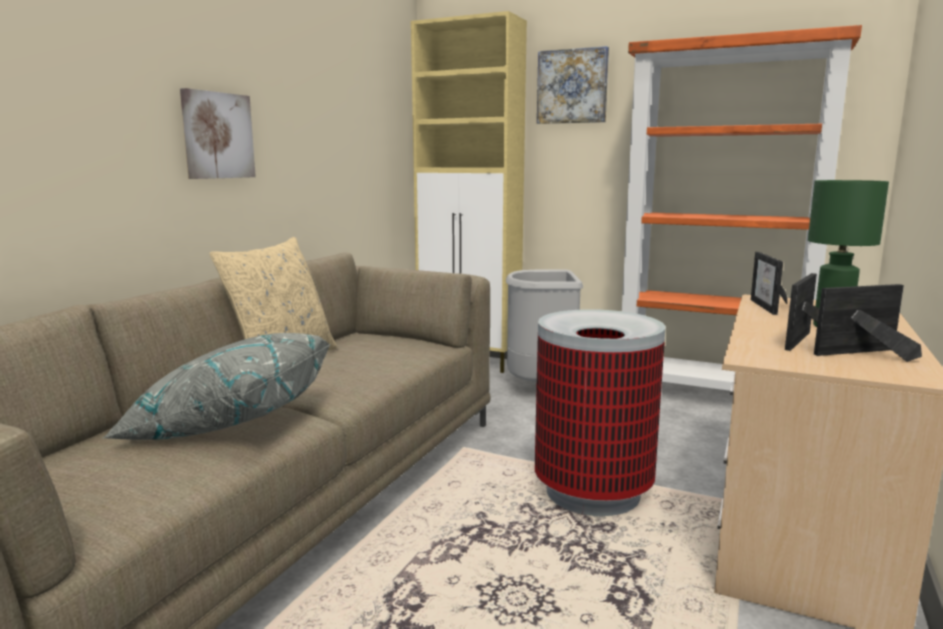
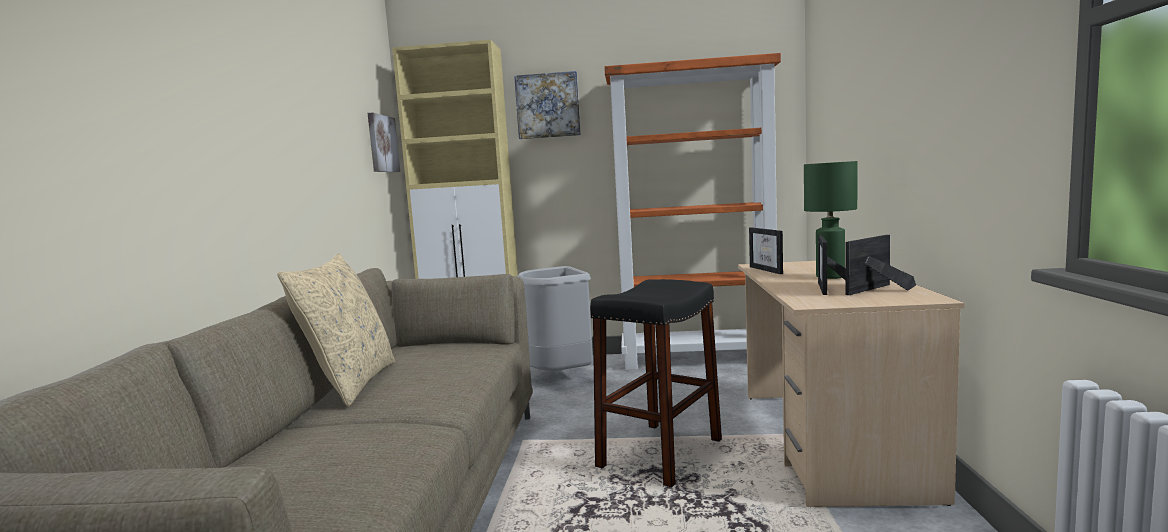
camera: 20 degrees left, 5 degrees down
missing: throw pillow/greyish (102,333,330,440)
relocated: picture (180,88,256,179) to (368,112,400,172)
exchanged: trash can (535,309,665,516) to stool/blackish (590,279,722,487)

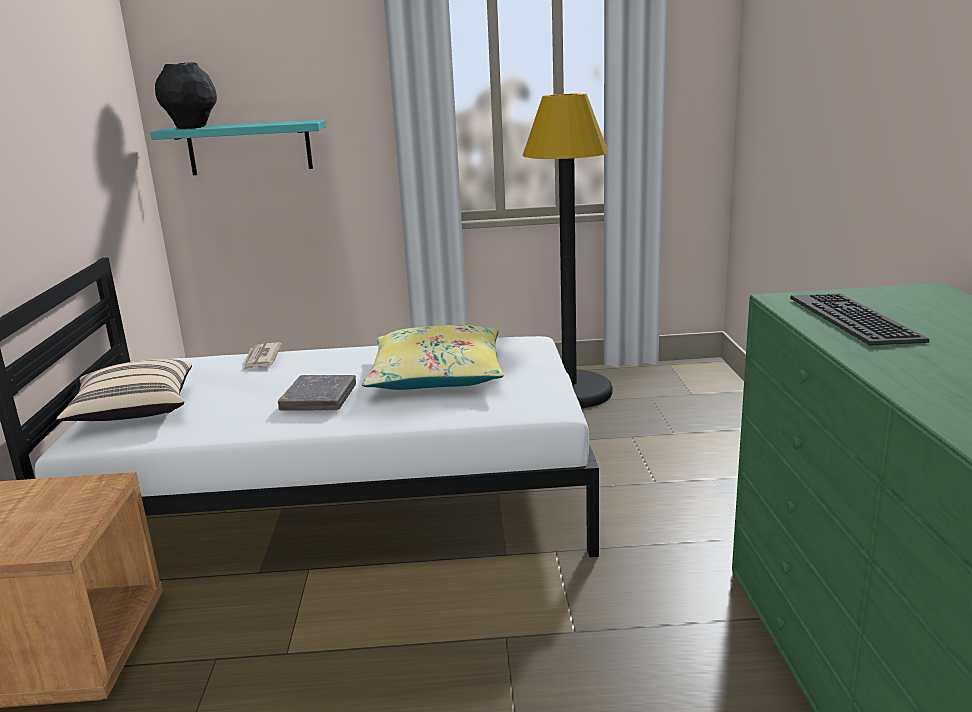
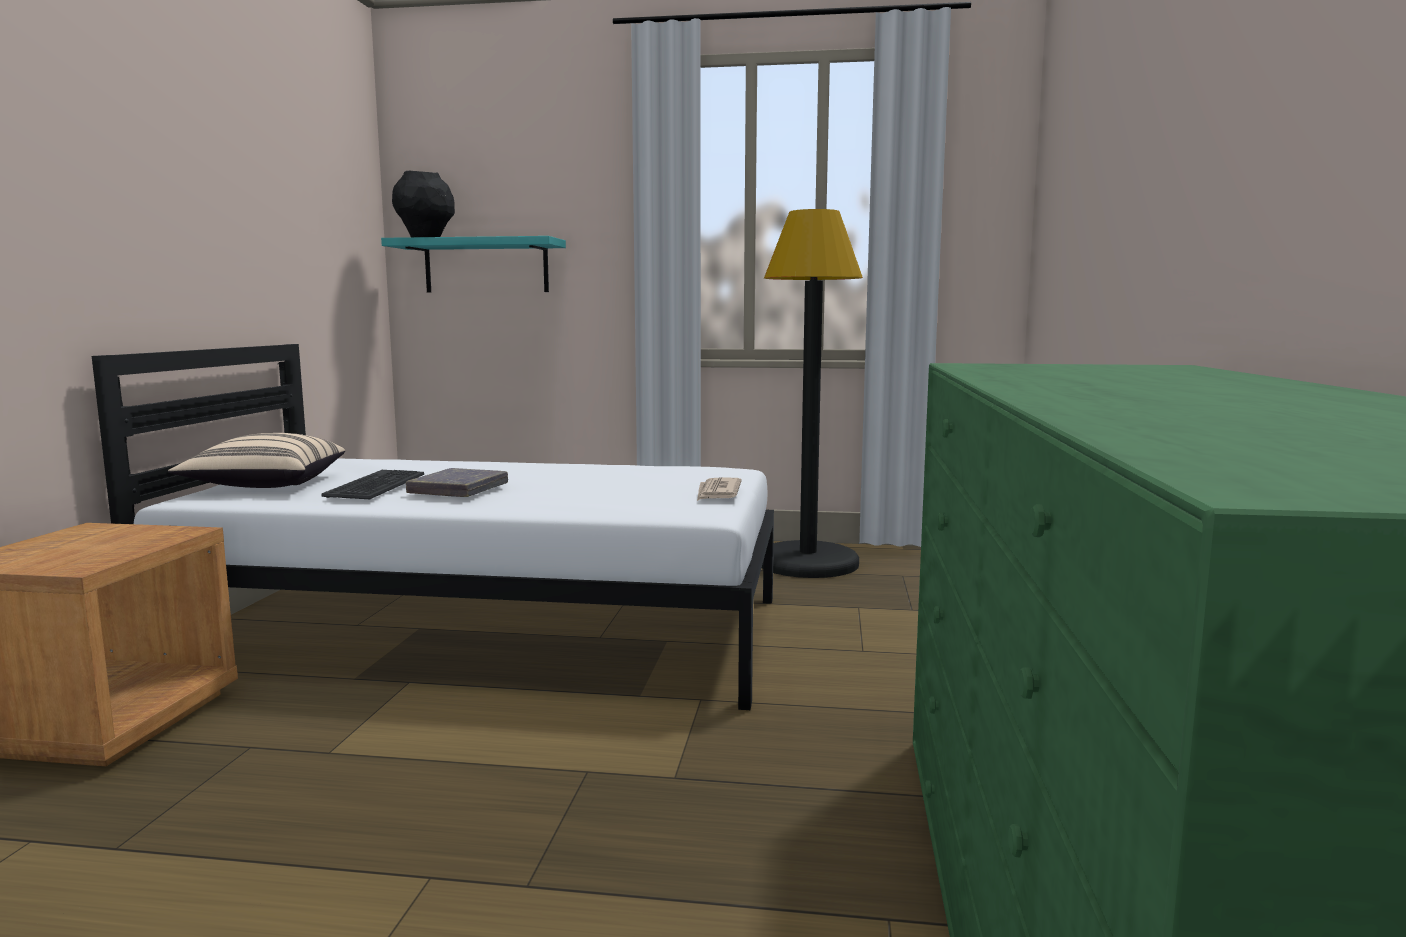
camera: 10 degrees right, 10 degrees down
missing: throw pillow/yellowish (362,325,504,390)
relocated: newspaper (244,342,282,370) to (697,477,742,501); keyboard (790,293,929,346) to (321,470,424,499)

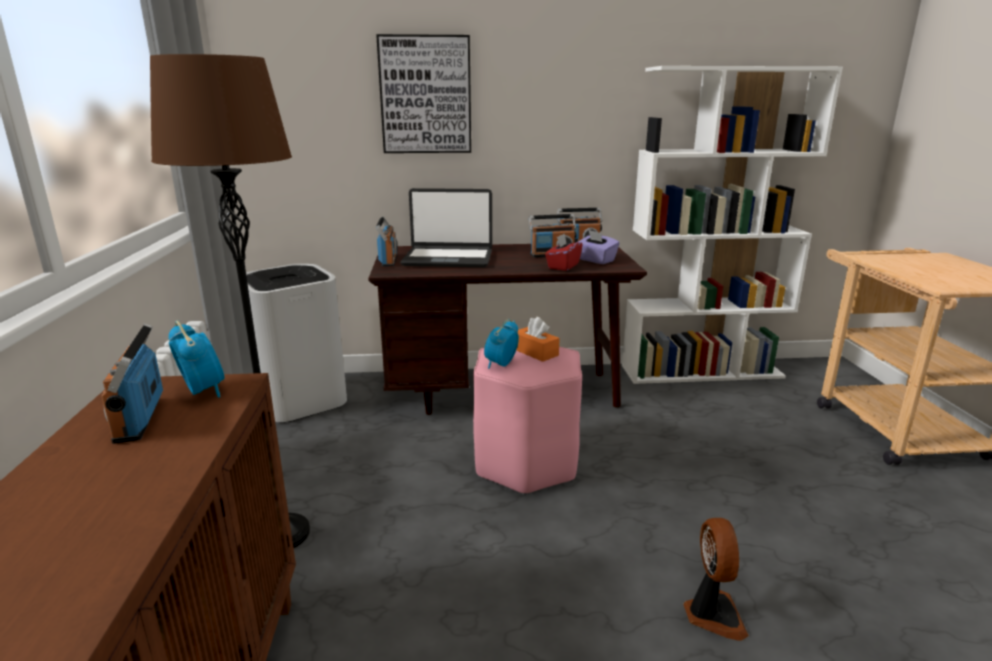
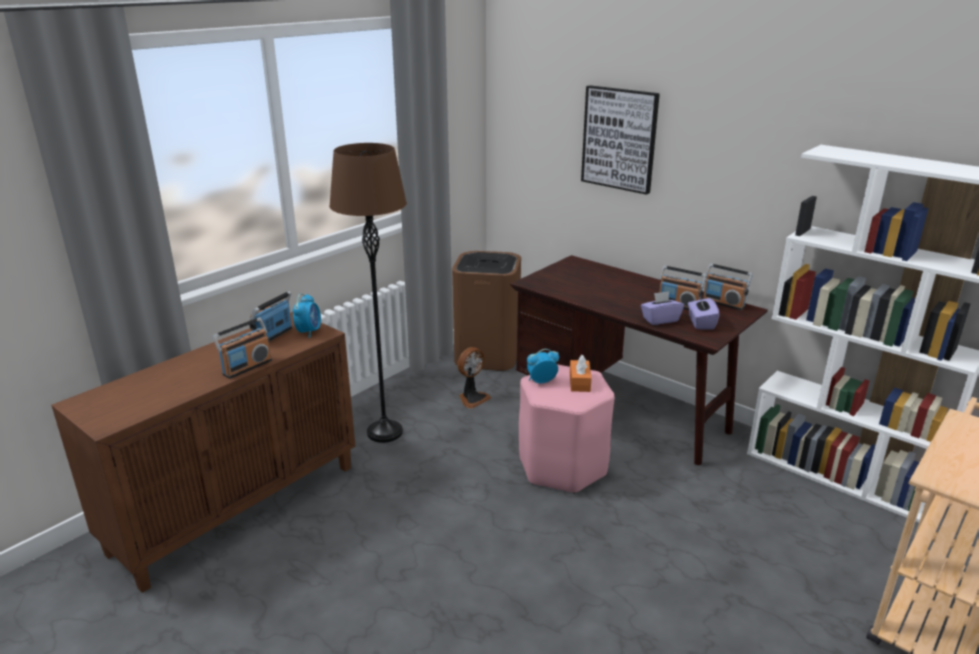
camera: 45 degrees right, 5 degrees up
missing: laptop (400,188,492,267)
relocated: radio (376,217,398,267) to (212,317,272,379); fan (683,518,749,641) to (457,347,491,409)
colour: trash can/white (246,264,347,423) to trash can/brown (452,251,521,371); tissue holder/red-coloured (545,234,583,271) to tissue holder/purple-coloured (641,291,684,325)

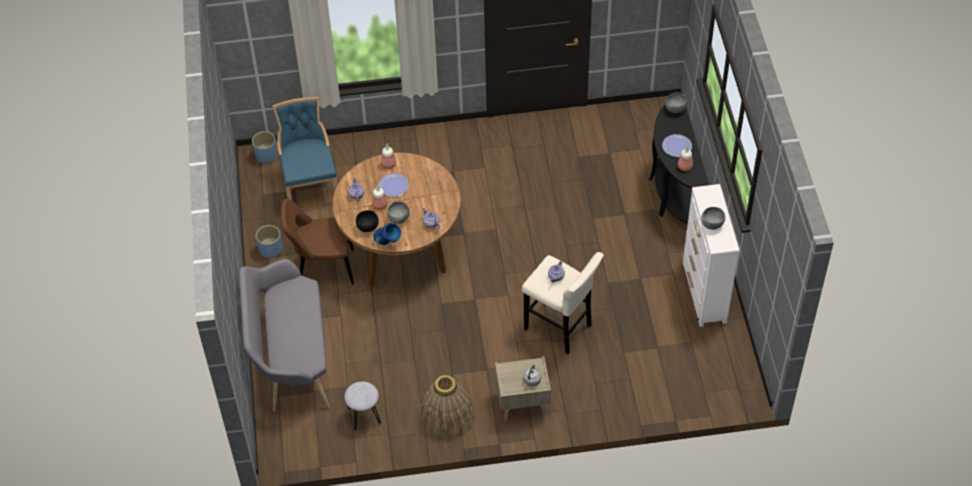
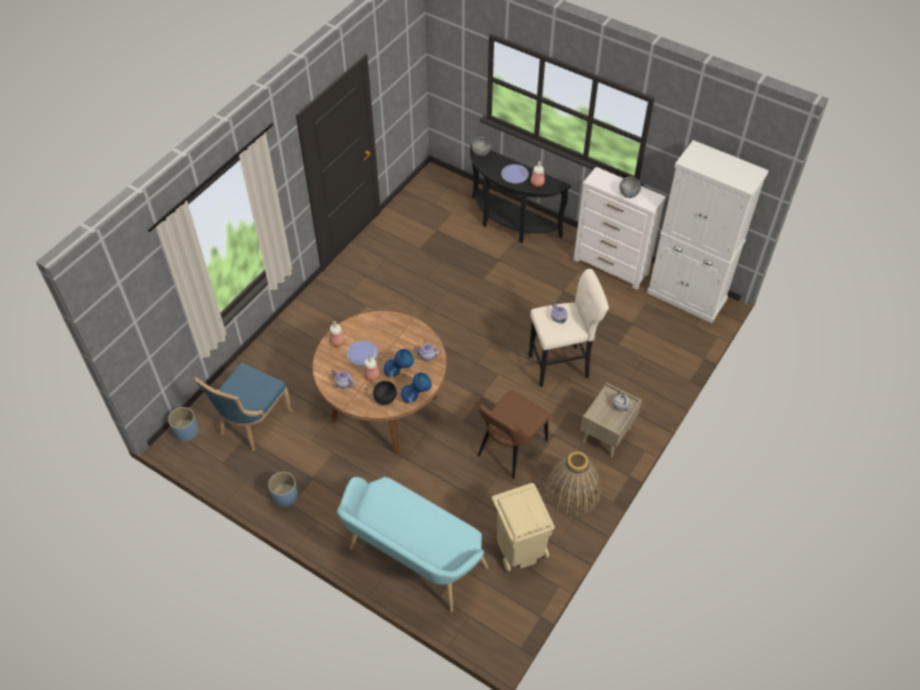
camera: 50 degrees left, 0 degrees up
appeared: cabinet/white (647,140,769,323)
relocated: chair/brown (281,199,354,285) to (478,390,549,479)
exchanged: stool/greyish (344,381,381,431) to trash can/sand-coloured (492,483,555,572); serving bowl/greyish (387,201,410,224) to vase/blue (384,349,414,377)
colour: long seat/greyish (239,259,330,412) to long seat/blue-green (337,477,489,612)
spun: chair/blue (273,97,338,200) = (194,362,293,451) 90 degrees counterclockwise

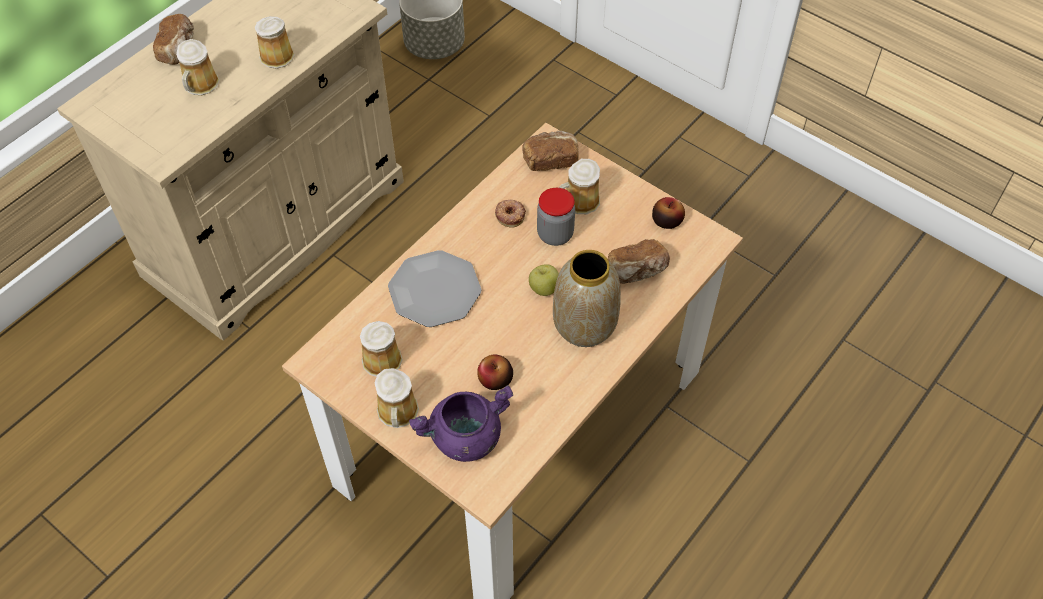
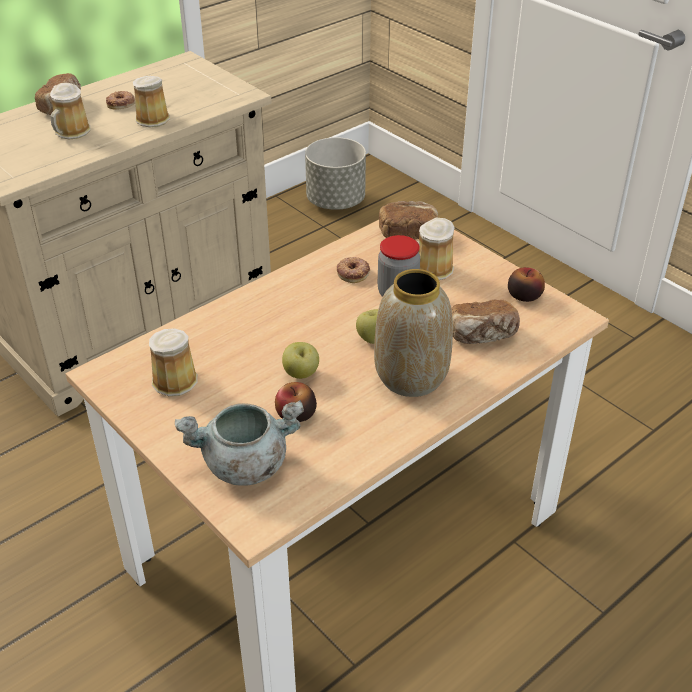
camera: 10 degrees right, 15 degrees down
missing: tea mug (374,368,419,428); dinner plate (388,250,481,327)
appeared: ring doughnut (106,91,135,110); apple fruit (282,342,319,379)
colour: saucepot/purple-coloured (409,385,513,462) to saucepot/greyish (175,400,304,486)

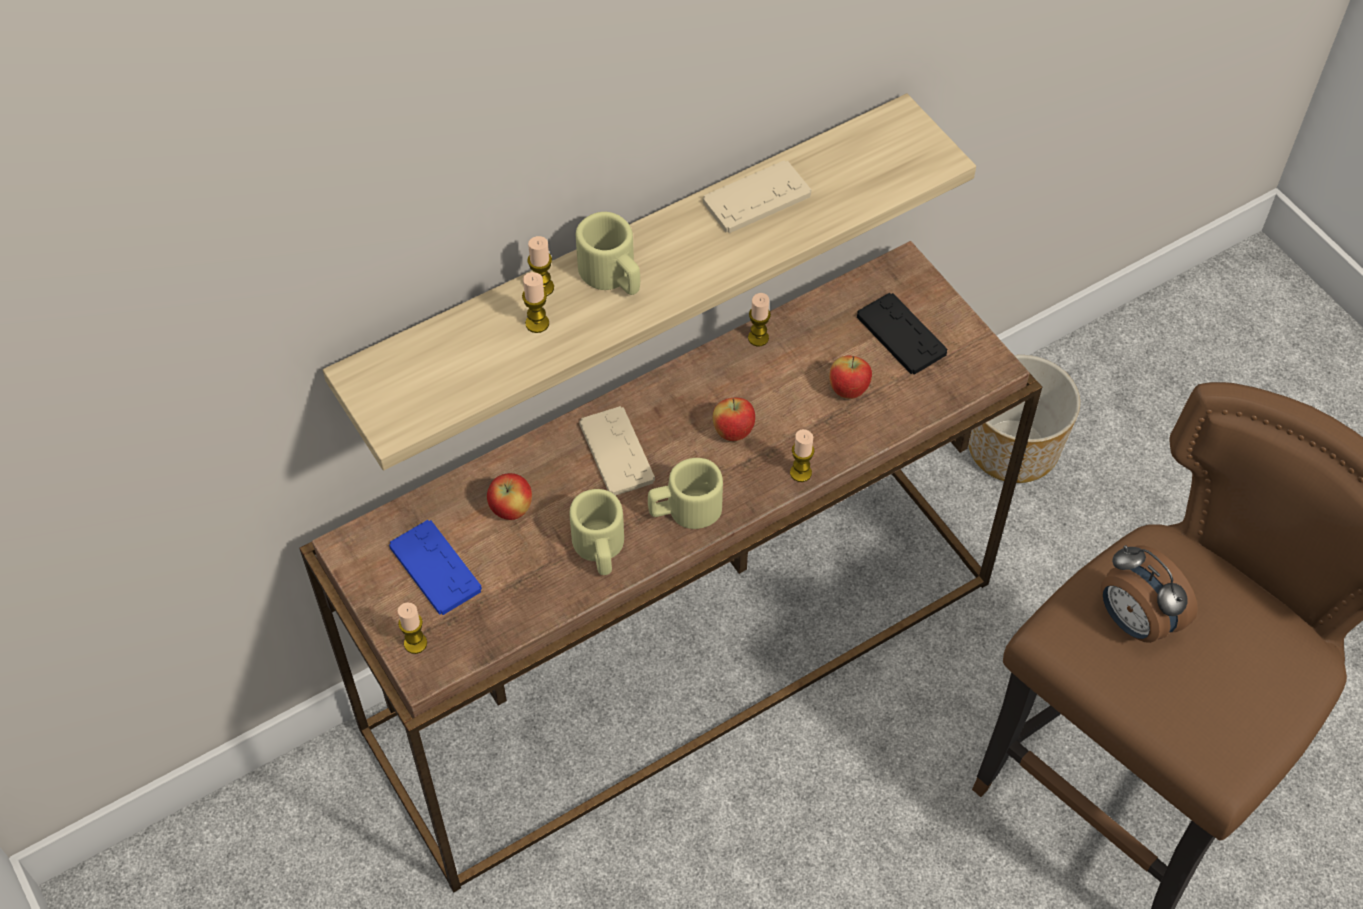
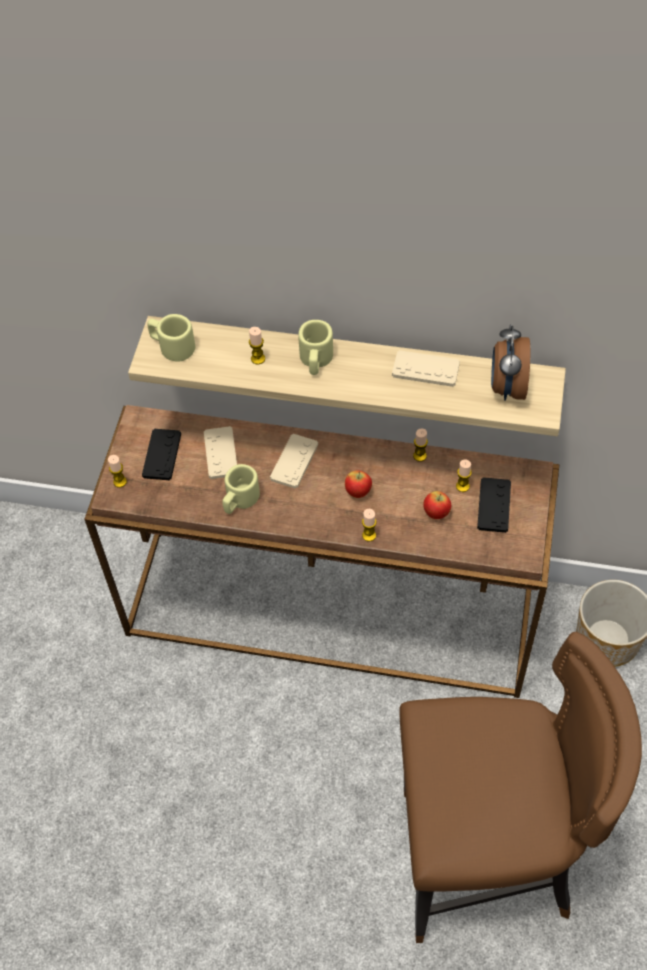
camera: 45 degrees right, 0 degrees up
relocated: wax light (527,236,554,296) to (456,460,472,492); tea mug/sand-coloured (648,458,723,529) to (147,314,195,362); table clock (1101,545,1198,643) to (491,324,530,401)
exchanged: apple fruit (487,473,532,520) to gamepad/sand-coloured (204,426,237,479)
colour: gamepad/blue (389,520,482,615) to gamepad/blackish (142,429,181,480)

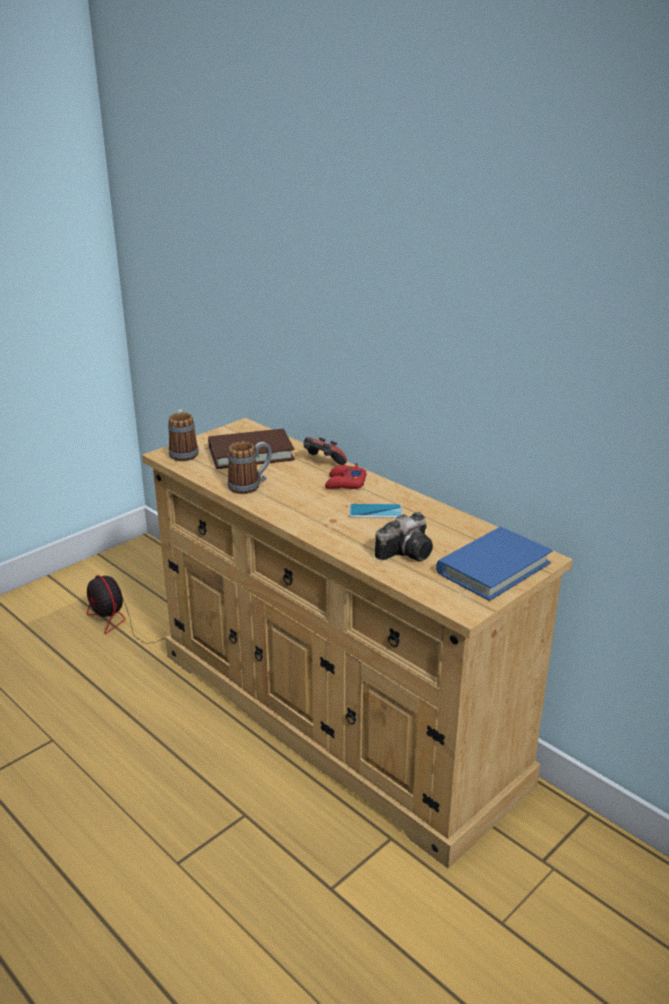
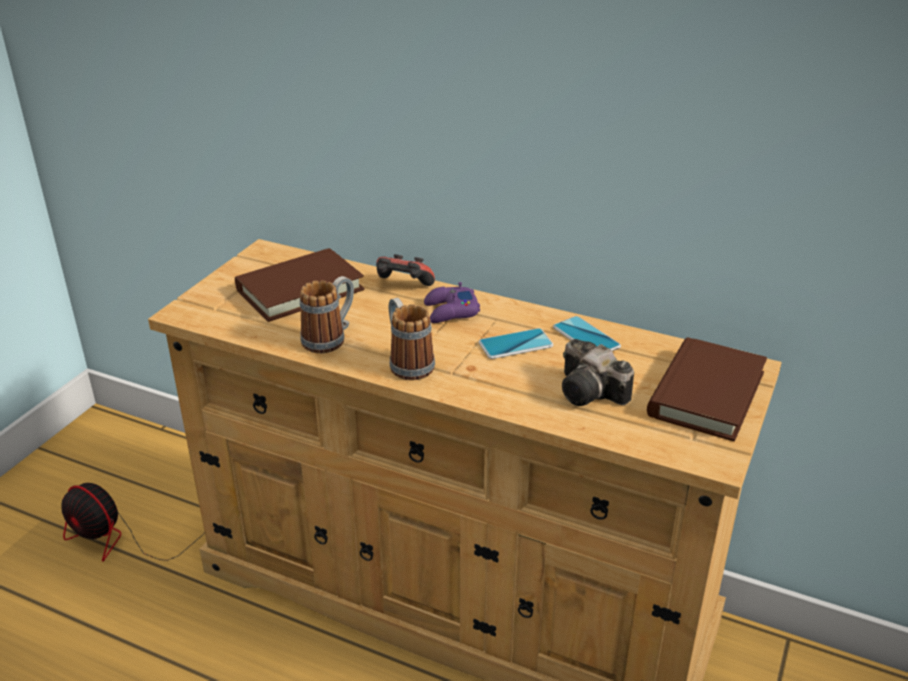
camera: 20 degrees left, 5 degrees up
appeared: phone (553,316,621,351)
relocated: tea mug (168,409,199,461) to (389,298,435,380)
colour: gamepad/red-coloured (325,463,367,489) to gamepad/purple-coloured (424,282,480,323); book/blue (436,527,553,601) to book/brown (647,337,767,441)
spun: still camera (375,512,433,561) = (562,339,634,406) 105 degrees clockwise

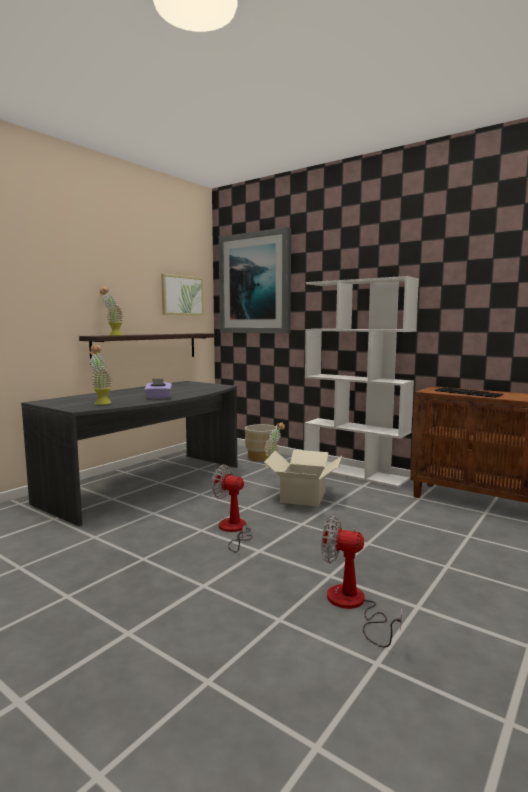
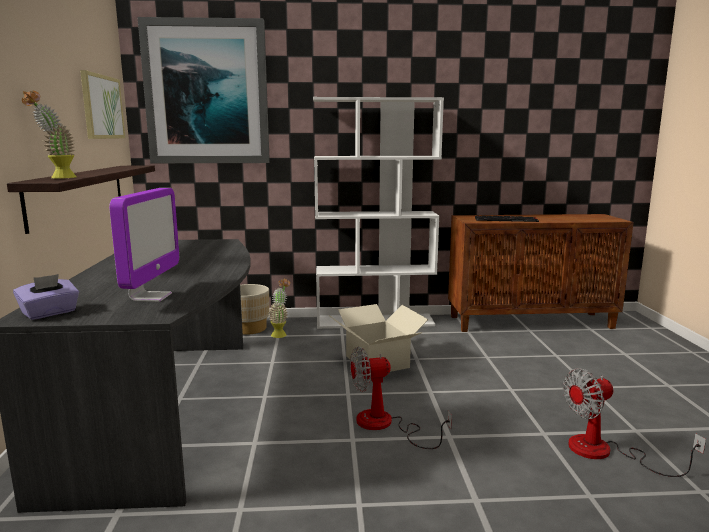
camera: 40 degrees left, 5 degrees up
relocated: tissue holder/purple-coloured (144,379,172,399) to (13,274,79,320)
exchanged: houseplant (89,345,112,404) to computer screen (109,188,179,302)

